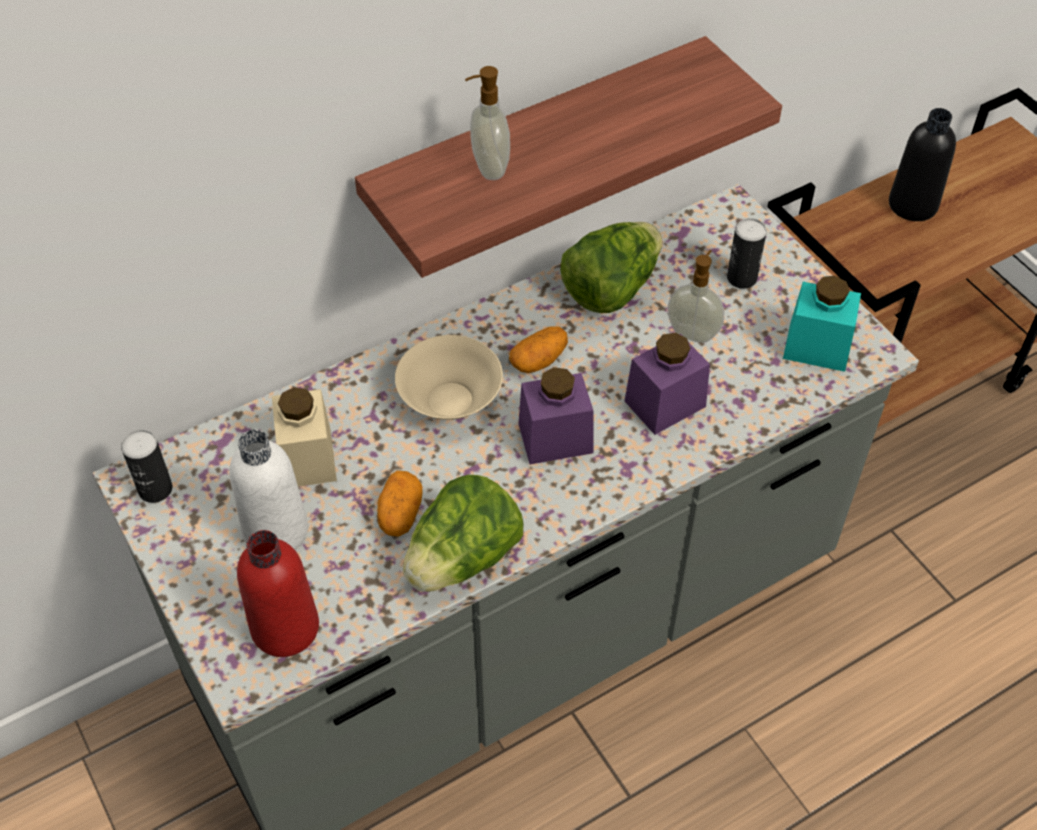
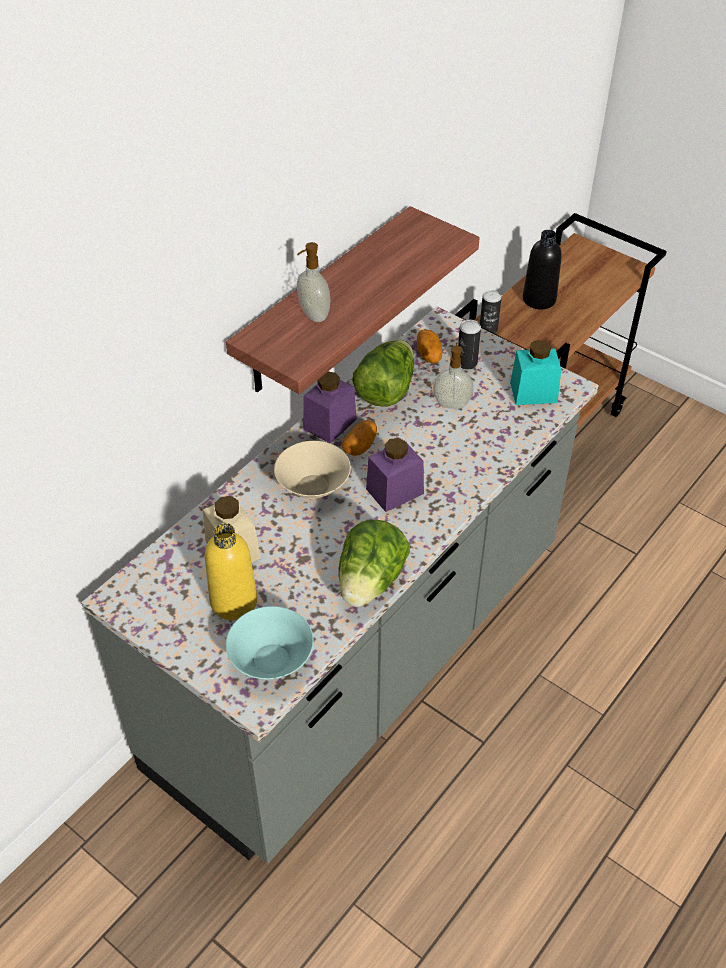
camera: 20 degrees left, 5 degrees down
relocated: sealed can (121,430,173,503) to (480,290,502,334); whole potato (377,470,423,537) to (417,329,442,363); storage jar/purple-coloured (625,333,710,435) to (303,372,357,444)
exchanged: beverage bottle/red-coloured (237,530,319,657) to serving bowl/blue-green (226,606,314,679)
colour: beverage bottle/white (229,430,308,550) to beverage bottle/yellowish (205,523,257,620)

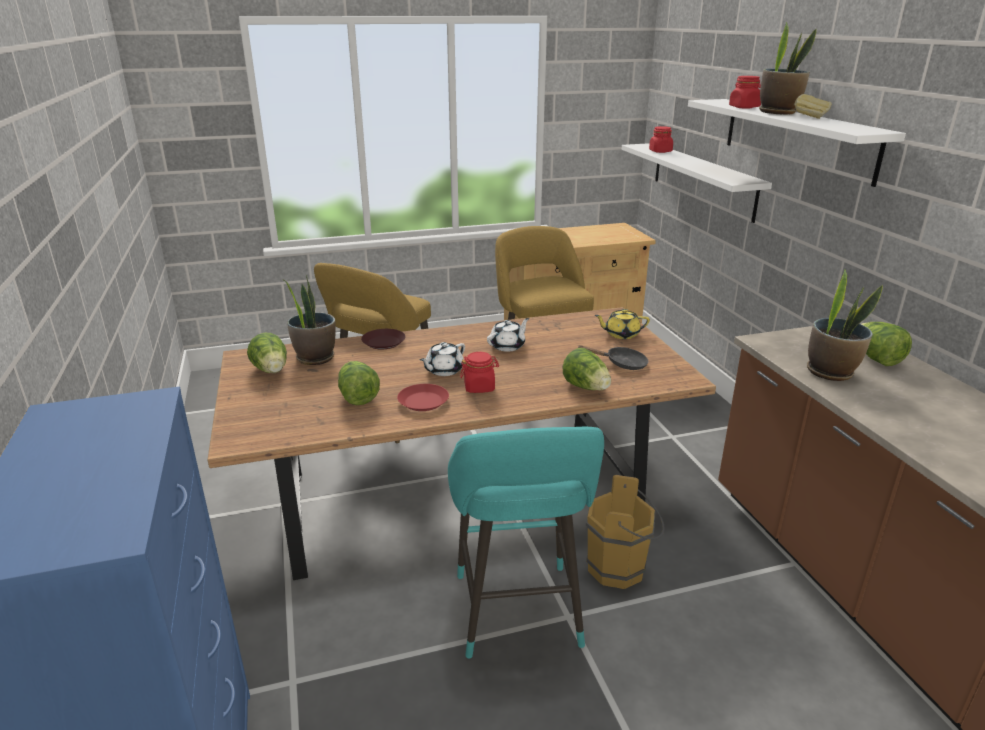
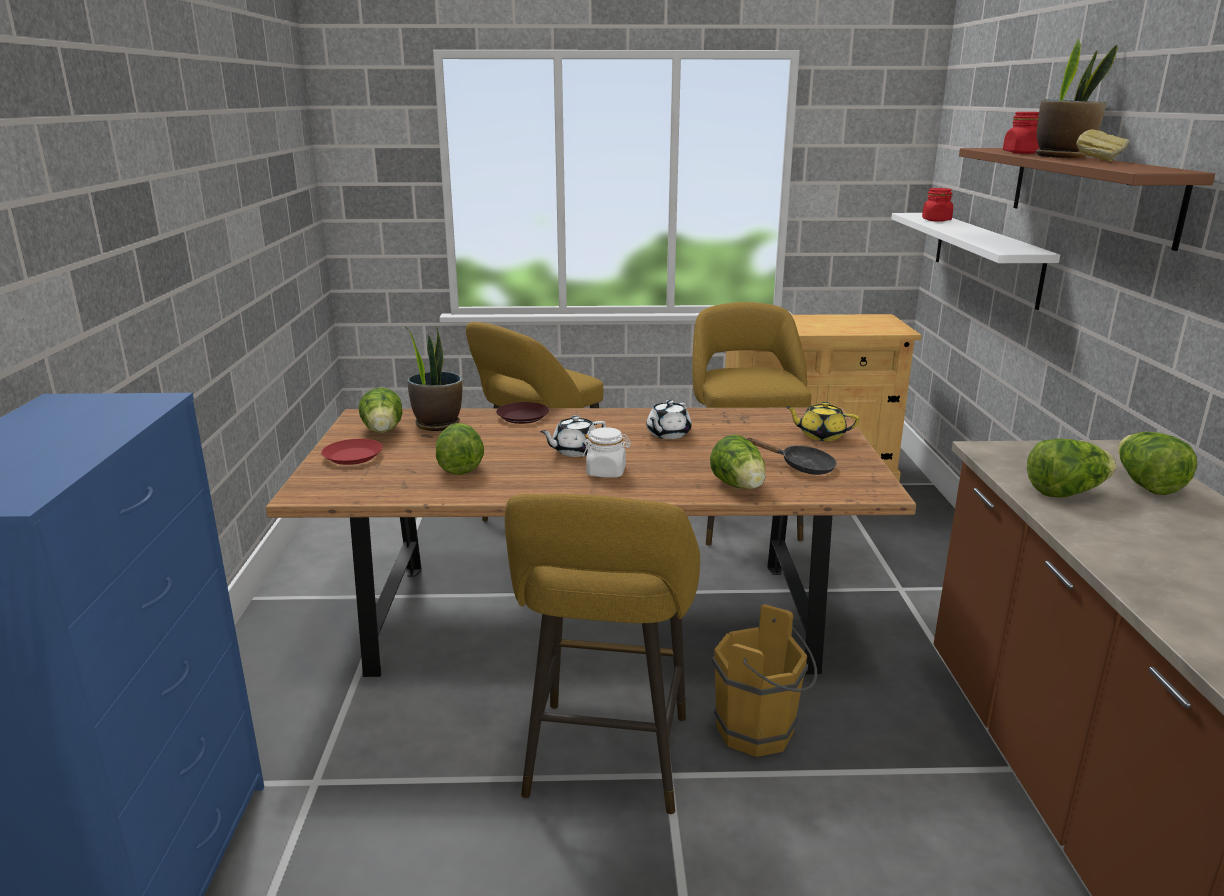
camera: 15 degrees right, 5 degrees down
relocated: dinner plate/red-coloured (397,384,449,411) to (321,439,383,465)
exchanged: houseplant (807,270,883,381) to lettuce head (1027,439,1117,498)
colour: stool/blue-green (448,427,604,659) to stool/yellowish (505,494,700,814); storage jar/red-coloured (460,352,499,393) to storage jar/white (582,427,631,478); wall shelf/white (688,99,906,187) to wall shelf/brown (959,148,1215,251)
spun: pot for tea/white (487,318,529,352) = (646,400,692,439) 150 degrees clockwise

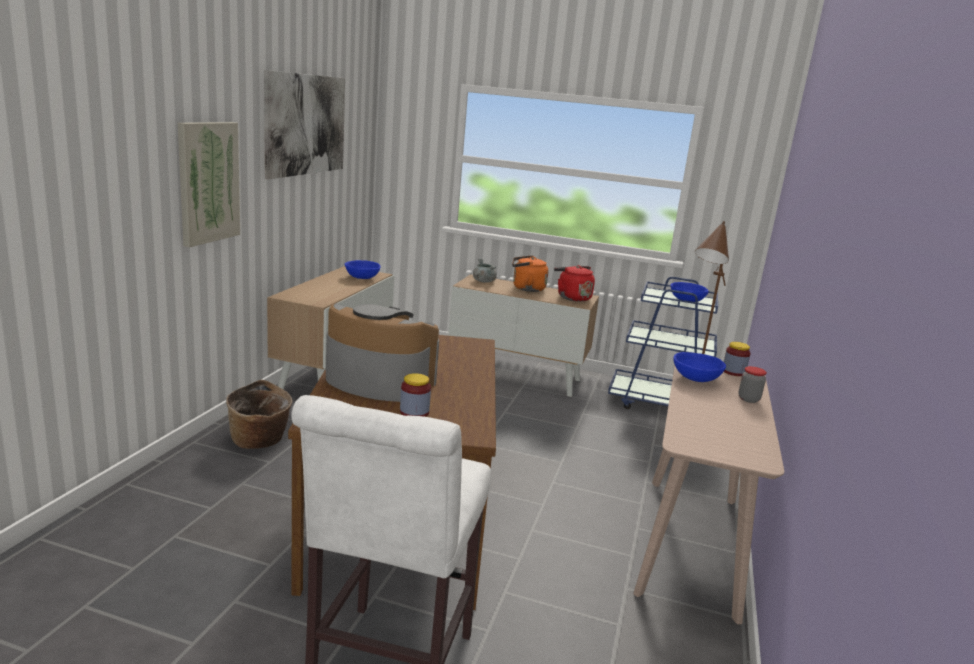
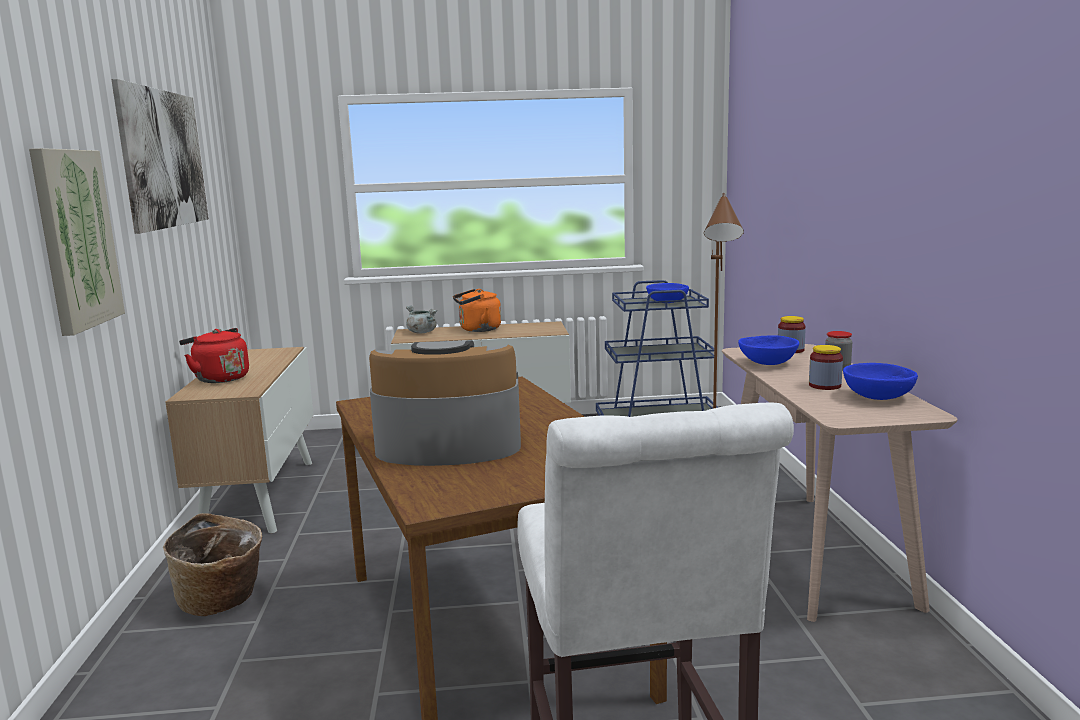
camera: 20 degrees left, 5 degrees down
relocated: serving bowl/blue (345,260,381,279) to (843,363,918,400); storage jar (400,373,431,417) to (809,345,843,390); tea kettle/red-coloured (554,265,595,302) to (179,328,249,383)

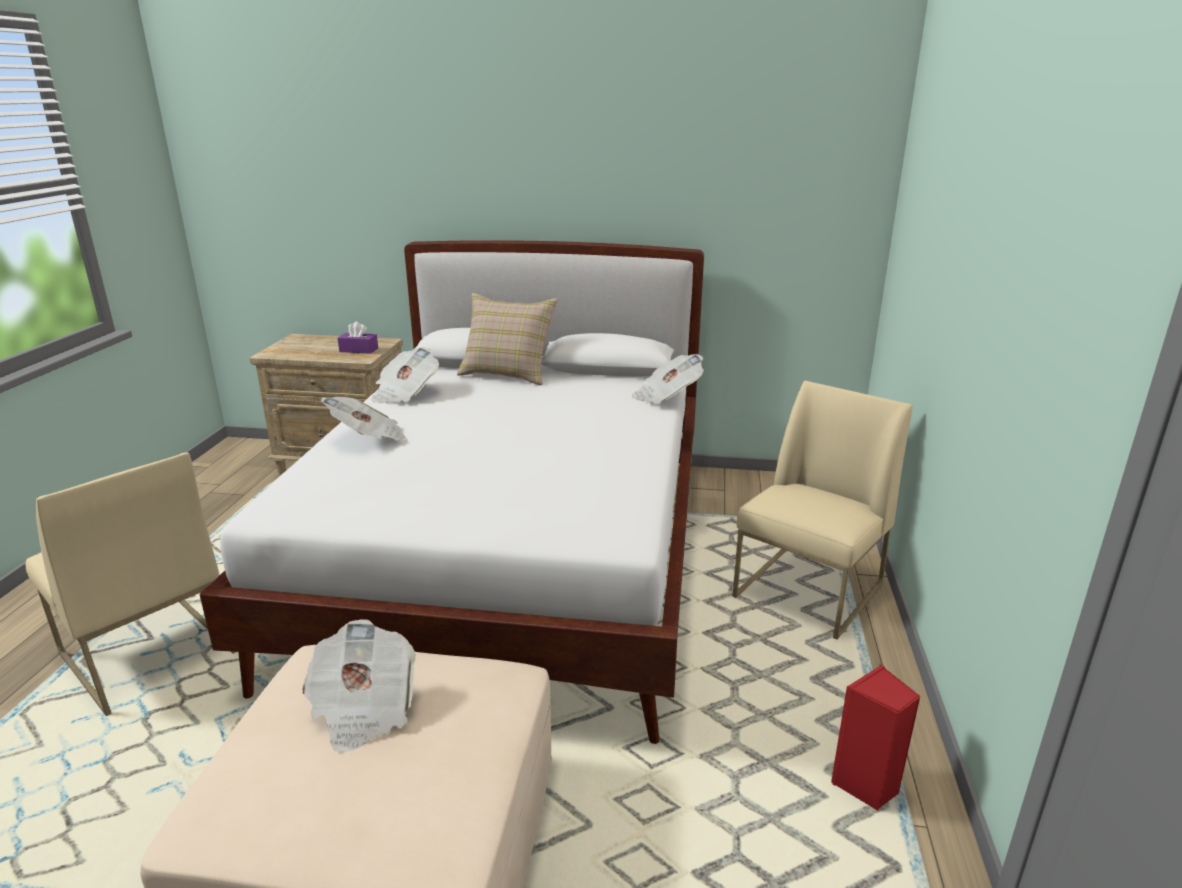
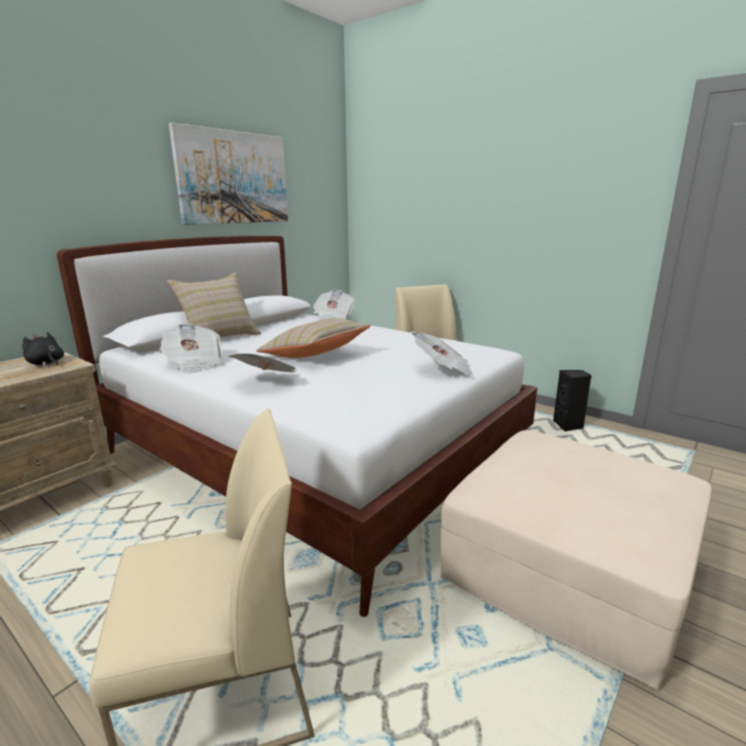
camera: 60 degrees left, 5 degrees down
appeared: picture (169,123,288,225); throw pillow/sand-coloured (256,318,371,358)
relocated: newspaper (302,619,416,753) to (411,331,474,375)
exchanged: tissue holder/purple-coloured (338,322,378,354) to plush toy/blackish (22,332,64,366)
colour: speaker/red-coloured (831,665,921,811) to speaker/blackish (553,370,591,432)

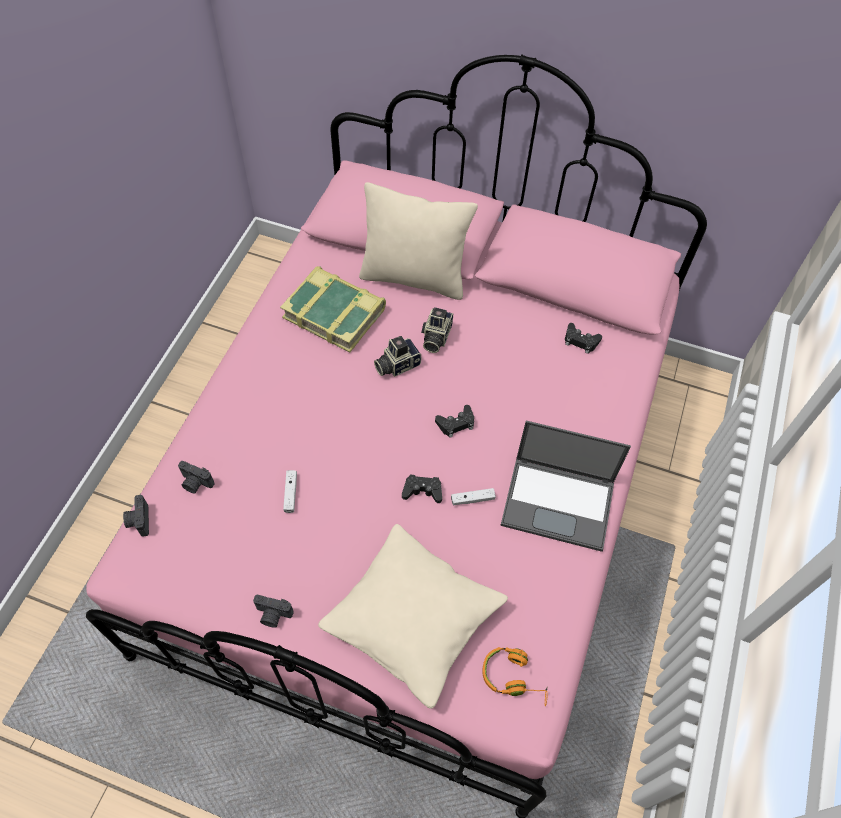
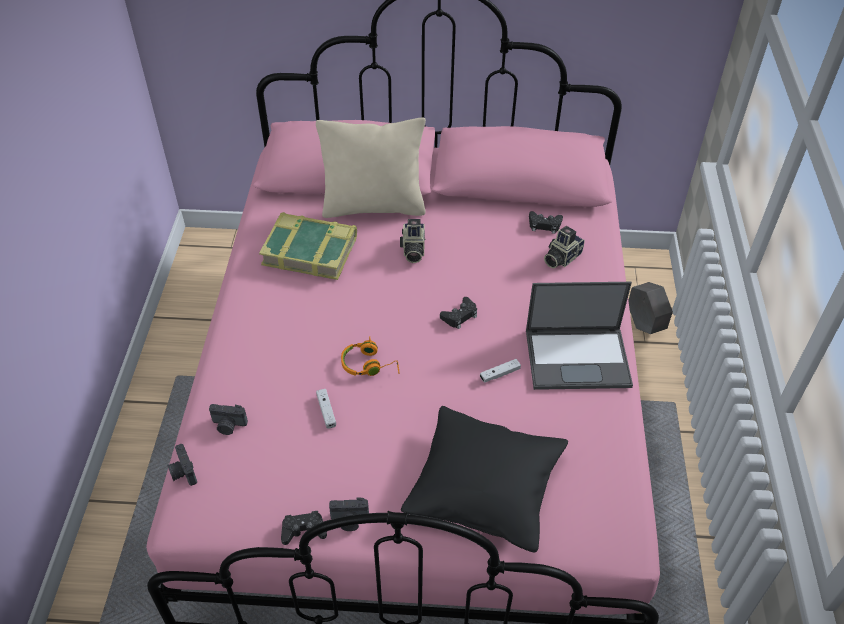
camera: 15 degrees left, 10 degrees down
appeared: flower pot/greyish (628,282,673,334)
relocated: still camera (374,336,421,377) to (544,226,585,268); gamepad/blackish (402,475,442,503) to (281,511,327,545); headphones/orangey (482,647,548,707) to (341,336,399,376)
colour: throw pillow/sand-coloured (318,524,508,709) to throw pillow/blackish (401,406,568,552)

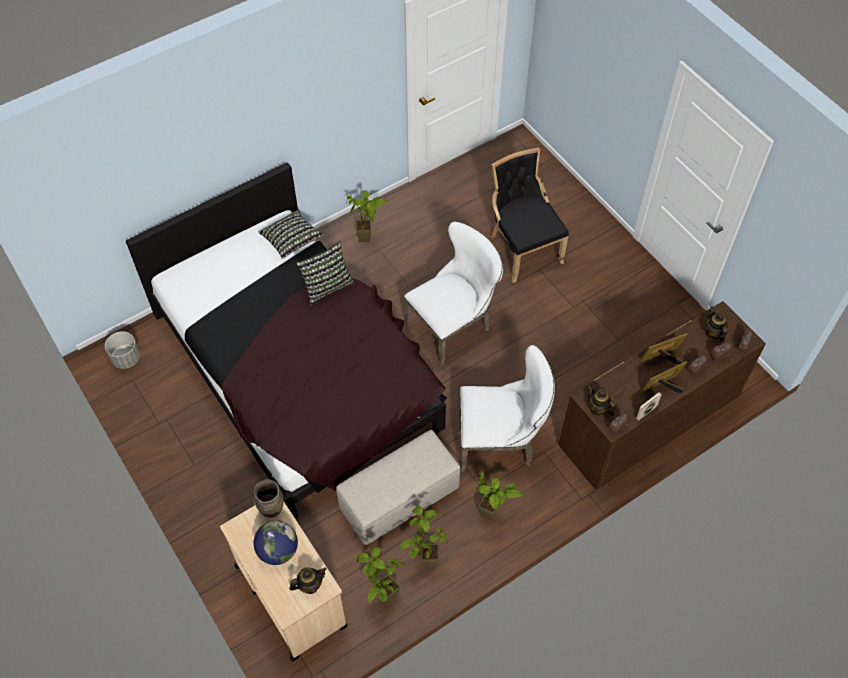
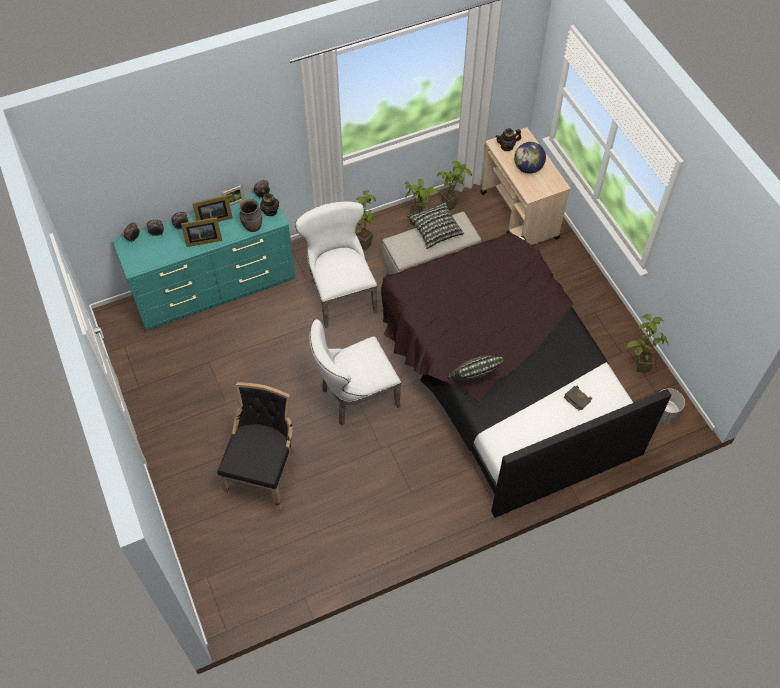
camera: 170 degrees left, 0 degrees up
missing: pot for tea (704,307,728,342)
appeared: book/blackish (564,386,592,410)
relocated: vase/brown (254,479,284,518) to (239,198,262,232); throw pillow (259,209,324,259) to (407,201,464,249); houseplant (347,191,388,242) to (626,314,669,373)
colour: drawer chest/brown (559,301,766,490) to drawer chest/blue-green (112,188,296,330)
spun: chair/white (459,345,555,472) = (295,201,378,328) 60 degrees clockwise; chair/blackish (491,148,569,283) = (218,382,294,509) 150 degrees counterclockwise

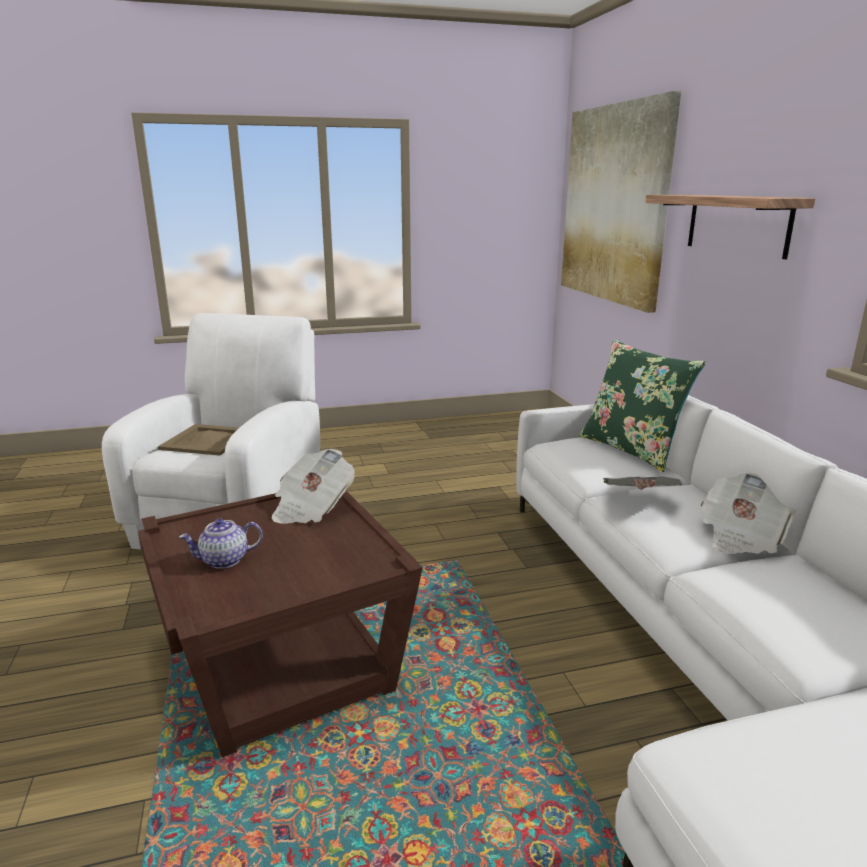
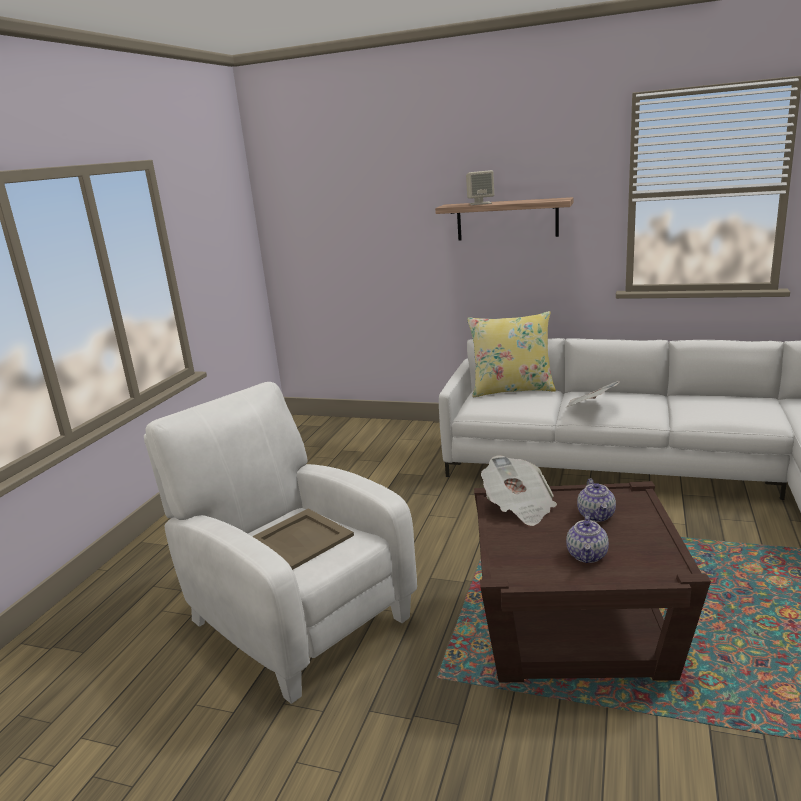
camera: 55 degrees left, 0 degrees up
missing: picture (561,91,681,313); newspaper (701,473,797,554)
appeared: speaker/sand-coloured (466,170,494,205); pot for tea (577,479,616,522)
colour: throw pillow/greenish (579,339,706,472) to throw pillow/yellowish (467,311,556,397)

